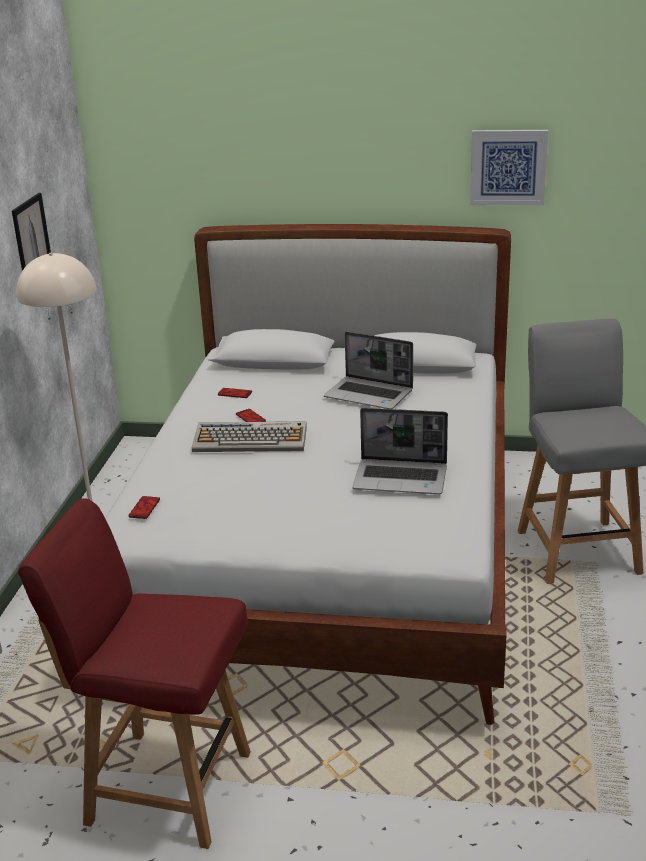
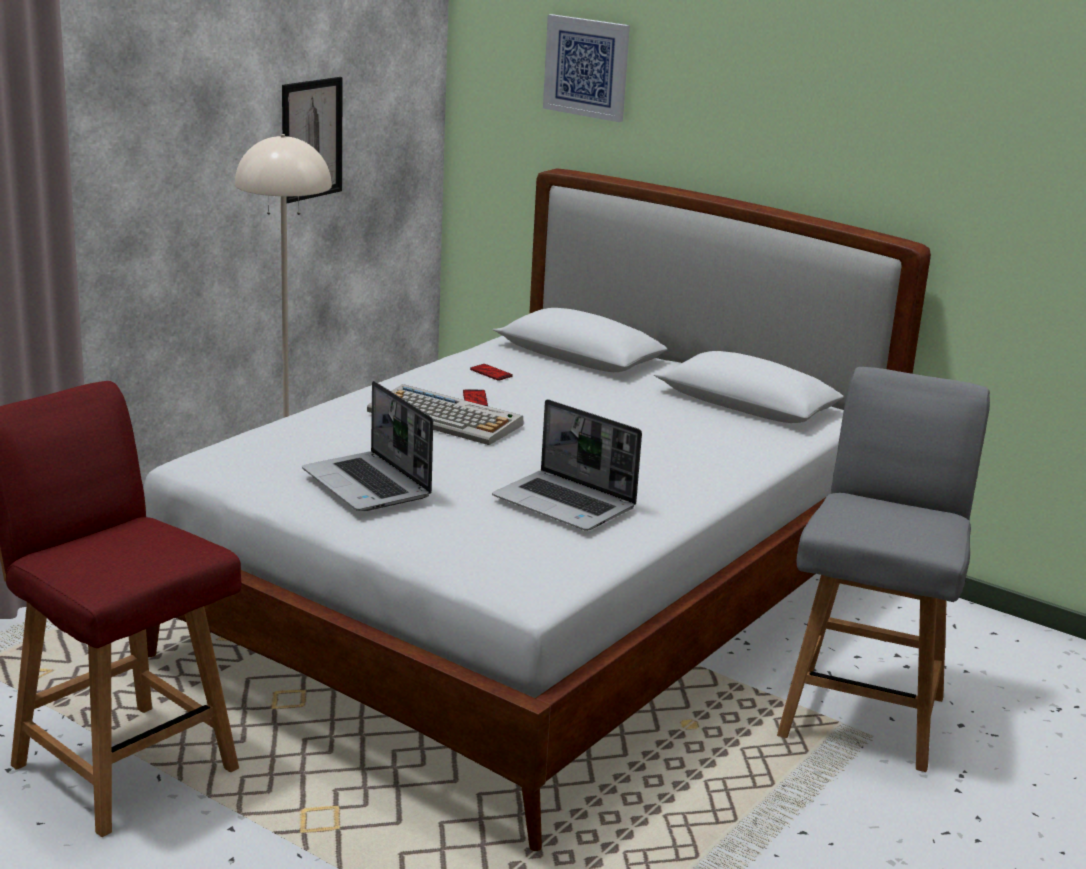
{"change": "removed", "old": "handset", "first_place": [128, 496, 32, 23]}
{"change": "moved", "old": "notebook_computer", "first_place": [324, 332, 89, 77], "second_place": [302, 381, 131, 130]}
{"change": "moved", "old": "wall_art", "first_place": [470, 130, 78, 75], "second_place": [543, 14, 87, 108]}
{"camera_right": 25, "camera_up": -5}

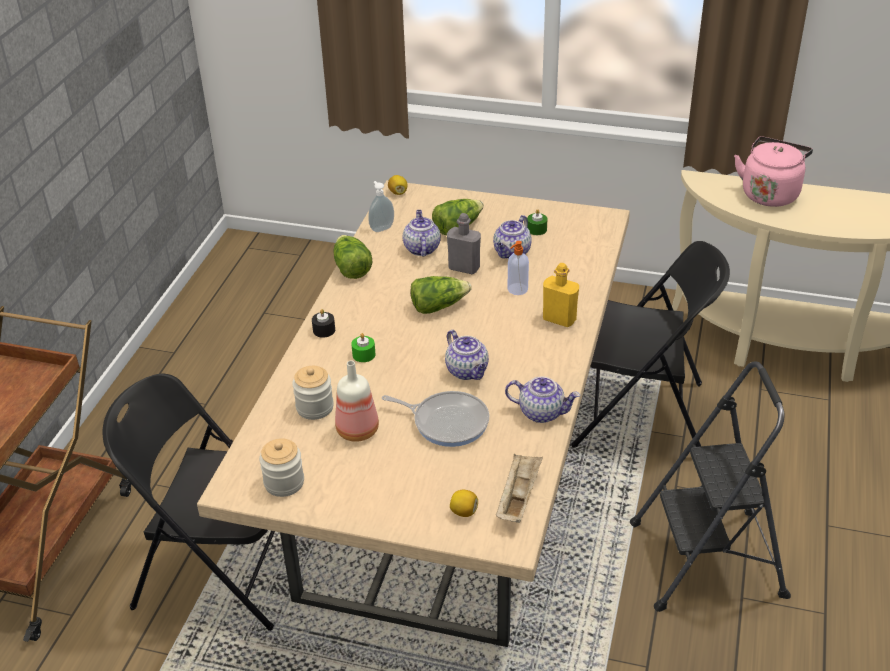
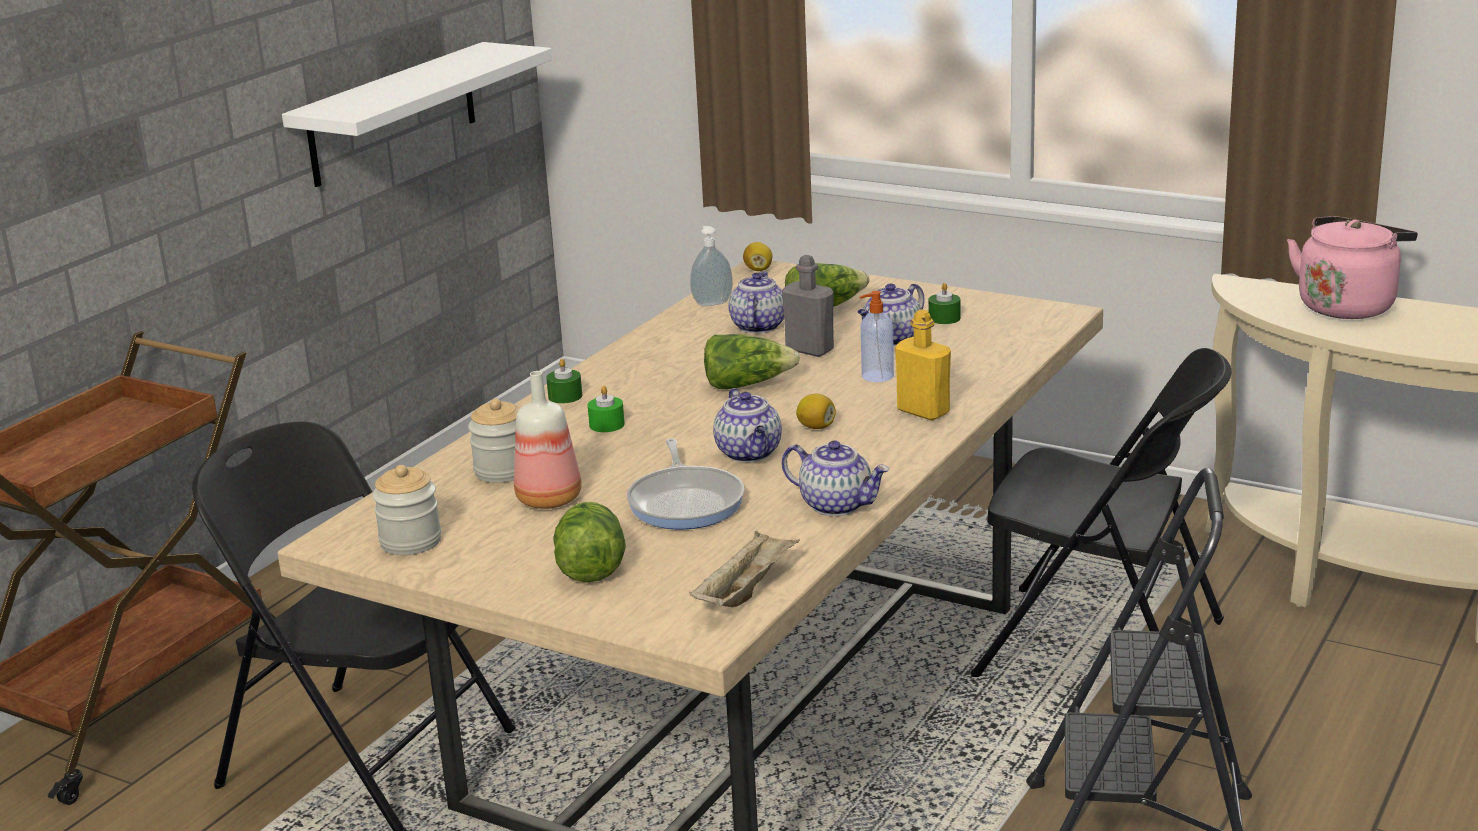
{"change": "recoloured", "old": "black-coloured_wax_light", "new": "green_wax_light", "first_place": [312, 309, 23, 29], "second_place": [546, 359, 36, 45]}
{"change": "moved", "old": "head_of_lettuce", "first_place": [333, 235, 39, 44], "second_place": [553, 501, 73, 81]}
{"change": "turned", "old": "pan", "first_place": [382, 391, 107, 56], "second_place": [627, 439, 117, 91], "degrees": 45}
{"change": "moved", "old": "citrus_fruit", "first_place": [450, 490, 28, 27], "second_place": [796, 394, 40, 35]}
{"change": "added", "new": "white_bracket_shelf", "second_place": [282, 42, 270, 145]}
{"camera_right": 15, "camera_up": -15}

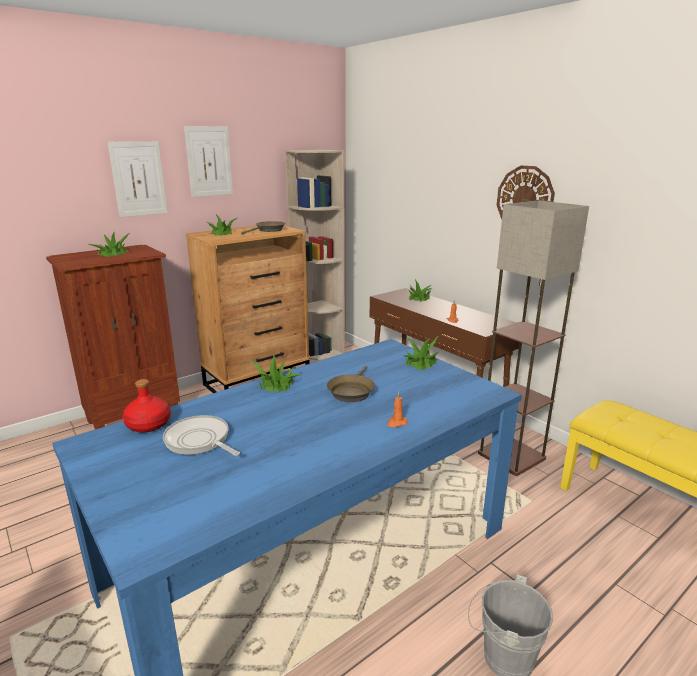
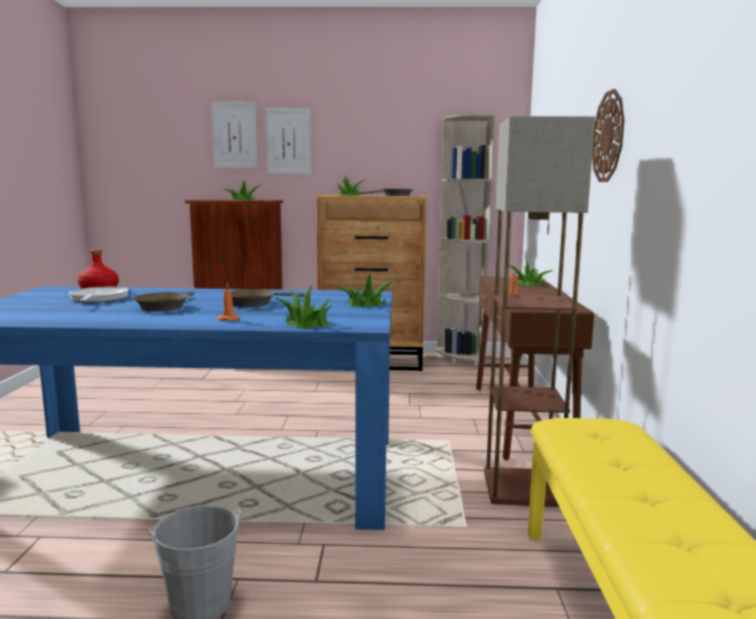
{"change": "moved", "old": "wall_art", "first_place": [184, 126, 49, 71], "second_place": [211, 102, 46, 66]}
{"change": "moved", "old": "houseplant", "first_place": [249, 355, 53, 37], "second_place": [273, 284, 59, 45]}
{"change": "added", "new": "brownish_pan", "second_place": [133, 292, 61, 20]}
{"camera_right": 40, "camera_up": -10}

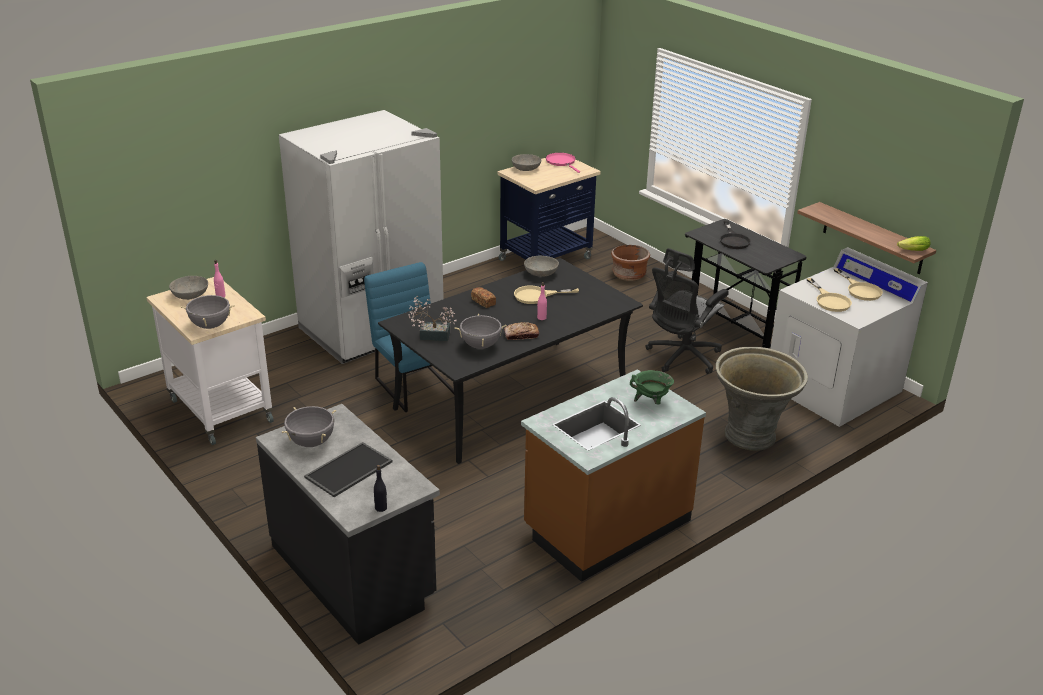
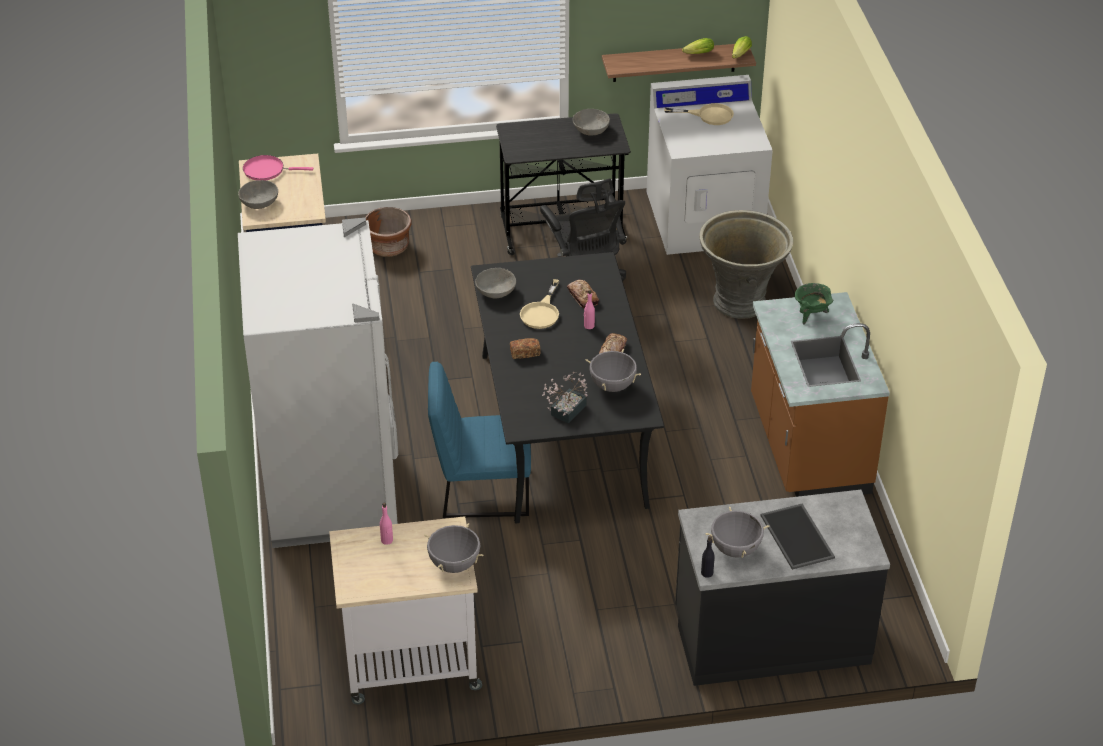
{"change": "moved", "old": "greyish_bowl", "first_place": [169, 276, 39, 24], "second_place": [573, 109, 37, 27]}
{"change": "moved", "old": "black-coloured_beverage_bottle", "first_place": [374, 465, 13, 47], "second_place": [701, 535, 14, 43]}
{"change": "removed", "old": "black-coloured_pan", "first_place": [720, 221, 31, 28]}
{"change": "removed", "old": "beige-coloured_pan", "first_place": [807, 278, 45, 34]}
{"change": "added", "new": "bakery_bread", "second_place": [567, 280, 32, 28]}
{"change": "added", "new": "head_of_lettuce", "second_place": [682, 38, 32, 16]}
{"camera_right": -60, "camera_up": 10}

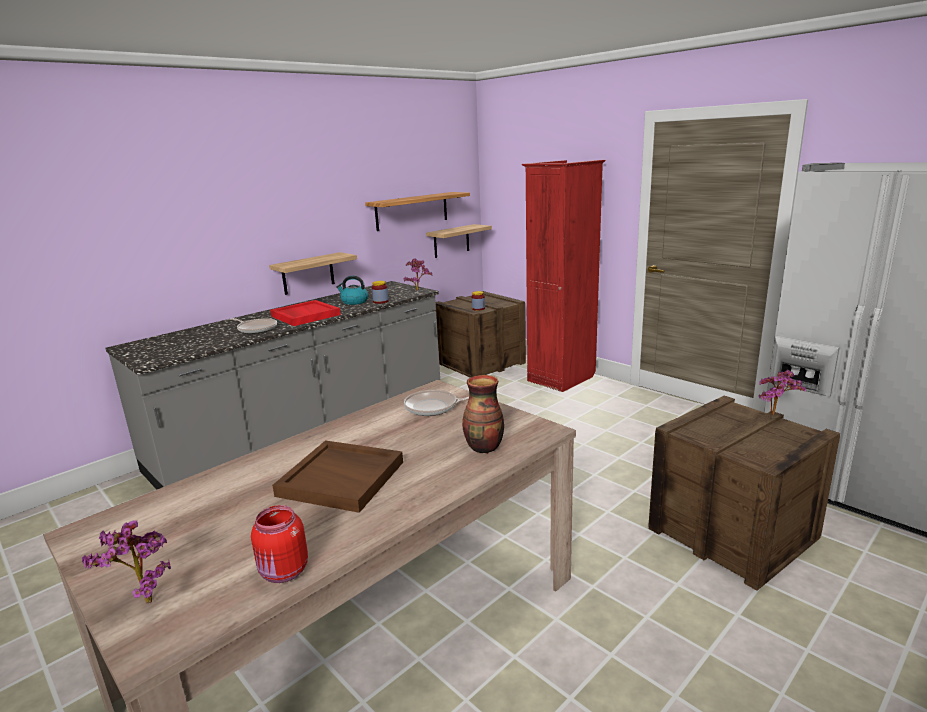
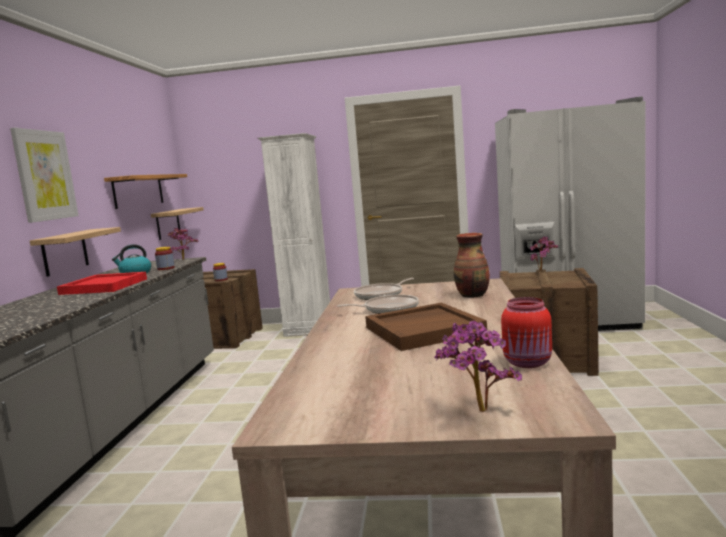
{"change": "moved", "old": "pan", "first_place": [231, 318, 46, 16], "second_place": [337, 294, 82, 20]}
{"change": "recoloured", "old": "red_storage_cabinet", "new": "white_storage_cabinet", "first_place": [522, 160, 83, 232], "second_place": [257, 133, 73, 204]}
{"change": "added", "new": "wall_art", "second_place": [10, 128, 69, 95]}
{"camera_right": -40, "camera_up": -10}

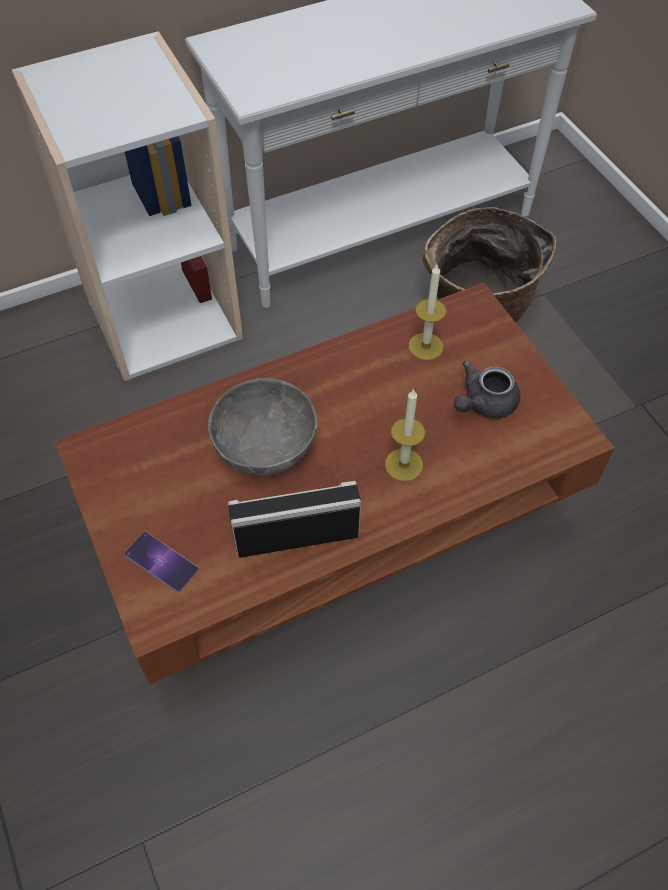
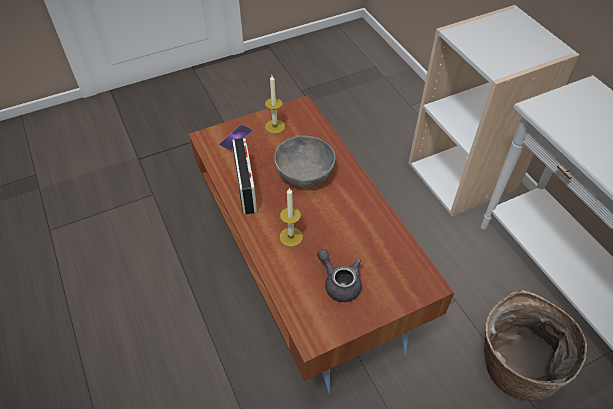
{"change": "moved", "old": "wax_light", "first_place": [408, 265, 39, 95], "second_place": [265, 75, 20, 59]}
{"camera_right": 90, "camera_up": -5}

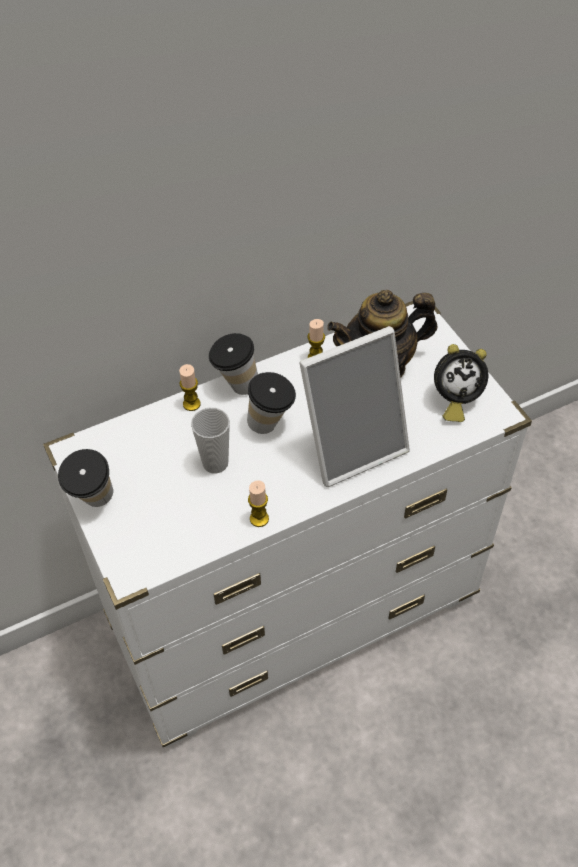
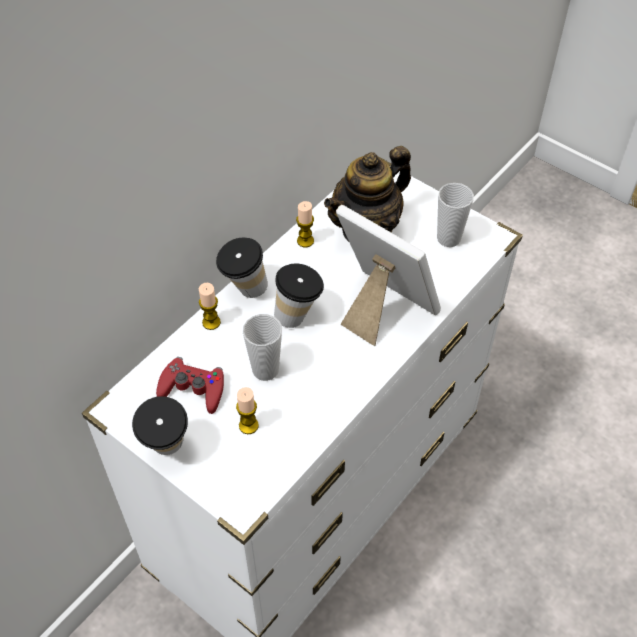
{"change": "moved", "old": "wax_light", "first_place": [248, 480, 21, 47], "second_place": [236, 387, 23, 47]}
{"change": "turned", "old": "standing_frame", "first_place": [299, 326, 111, 161], "second_place": [336, 205, 105, 141], "degrees": -90}
{"change": "replaced", "old": "table_clock", "new": "drinking_cup", "first_place": [434, 344, 54, 78], "second_place": [437, 183, 37, 64]}
{"change": "added", "new": "red_game_controller", "second_place": [156, 357, 68, 57]}
{"camera_right": -25, "camera_up": 0}

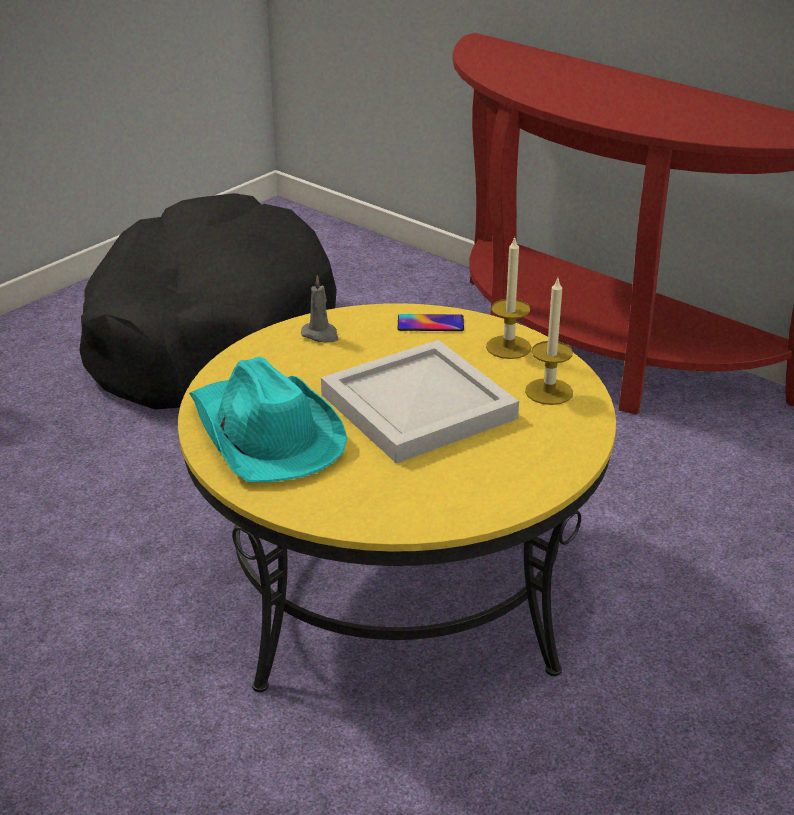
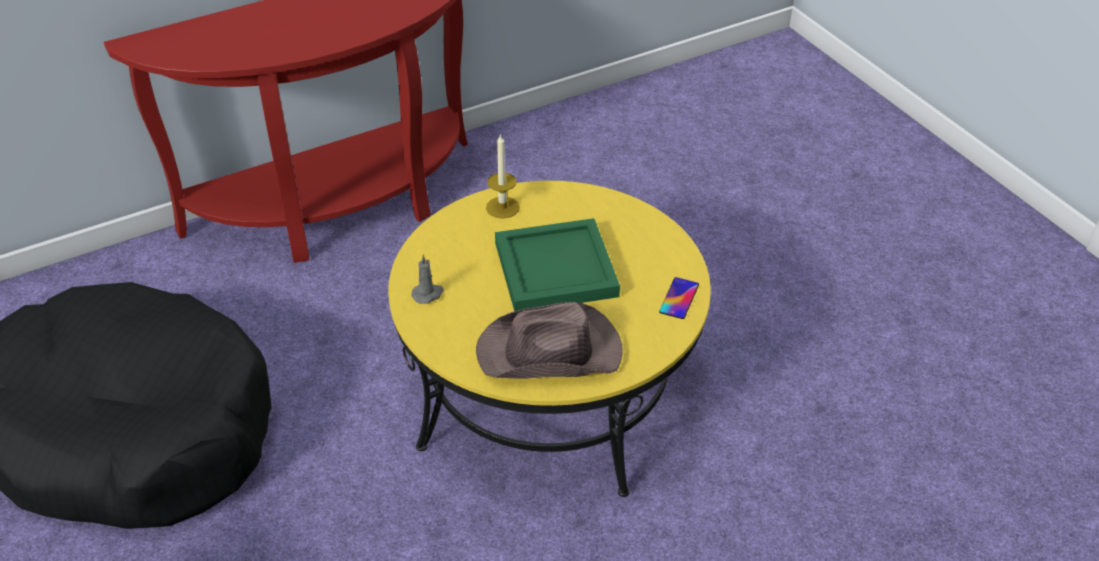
{"change": "recoloured", "old": "turquoise_hat", "new": "brownish_hat", "first_place": [189, 356, 159, 126], "second_place": [476, 302, 147, 77]}
{"change": "recoloured", "old": "white_carrying_tray", "new": "green_carrying_tray", "first_place": [321, 340, 198, 124], "second_place": [495, 218, 125, 94]}
{"change": "moved", "old": "handset", "first_place": [398, 314, 66, 17], "second_place": [659, 277, 40, 42]}
{"change": "removed", "old": "wax_light", "first_place": [525, 278, 48, 127]}
{"camera_right": -70, "camera_up": 10}

